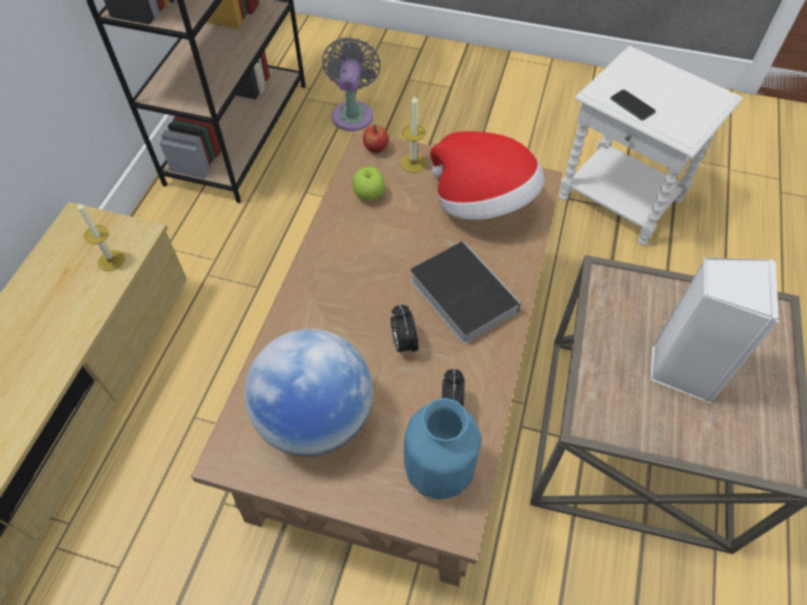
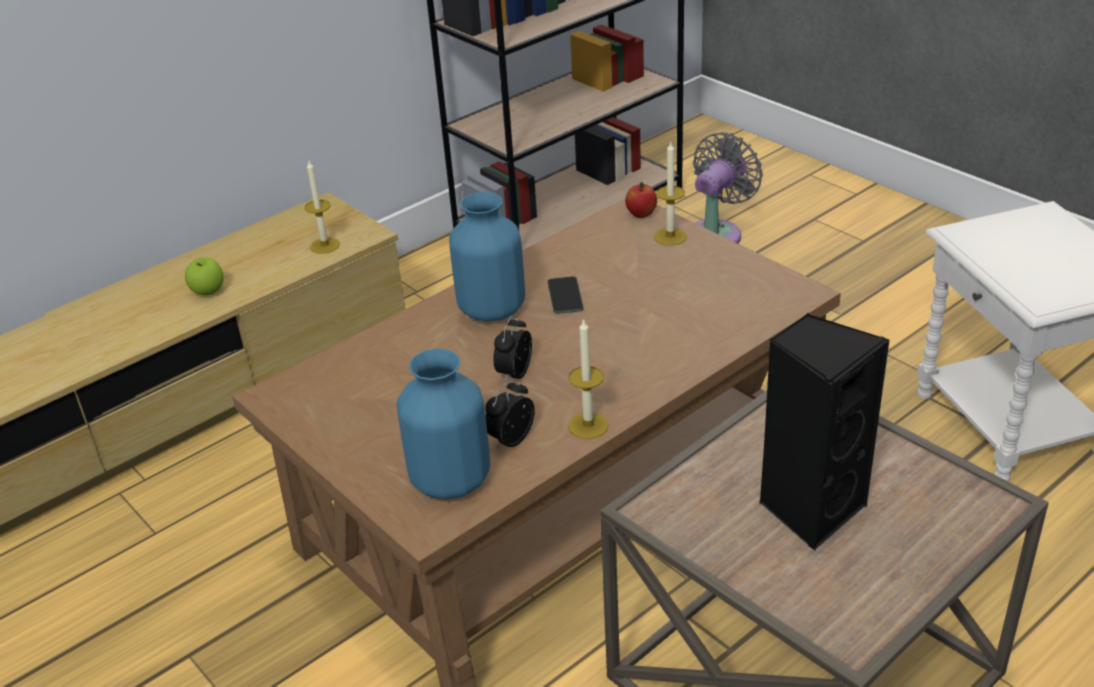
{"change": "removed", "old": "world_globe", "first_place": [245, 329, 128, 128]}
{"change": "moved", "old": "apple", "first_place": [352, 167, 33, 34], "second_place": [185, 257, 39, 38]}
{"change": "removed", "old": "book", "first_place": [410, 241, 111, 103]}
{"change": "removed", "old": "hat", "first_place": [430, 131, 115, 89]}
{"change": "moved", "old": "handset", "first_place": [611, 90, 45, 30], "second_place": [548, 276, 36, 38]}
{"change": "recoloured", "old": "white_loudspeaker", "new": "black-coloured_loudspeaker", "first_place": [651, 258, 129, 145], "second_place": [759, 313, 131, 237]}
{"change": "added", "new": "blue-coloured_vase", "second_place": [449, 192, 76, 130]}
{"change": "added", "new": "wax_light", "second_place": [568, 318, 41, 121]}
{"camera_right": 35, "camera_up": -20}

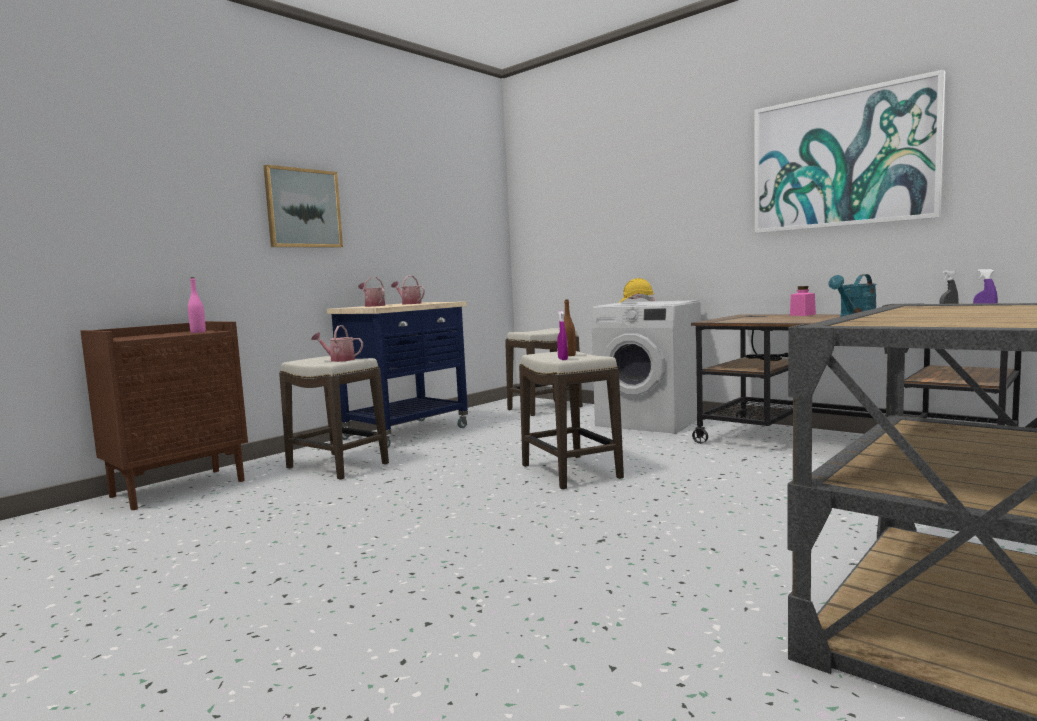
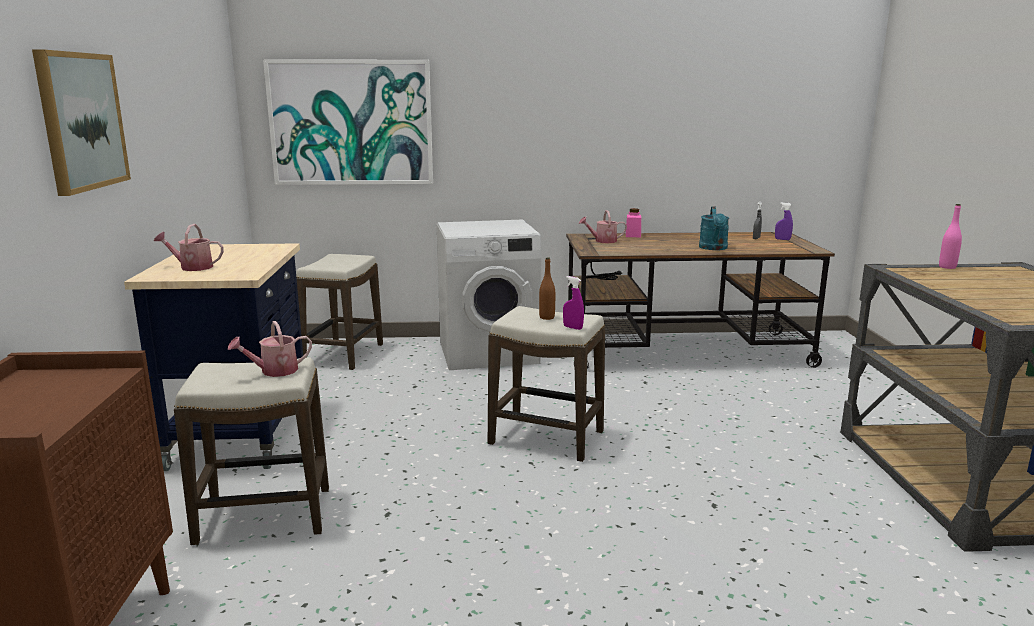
{"change": "moved", "old": "pink_beverage_bottle", "first_place": [188, 277, 18, 56], "second_place": [939, 204, 23, 65]}
{"change": "moved", "old": "watering_pot", "first_place": [391, 275, 34, 29], "second_place": [579, 210, 48, 33]}
{"change": "removed", "old": "yellow_work_helmet", "first_place": [619, 278, 36, 25]}
{"change": "moved", "old": "wall_art", "first_place": [754, 69, 191, 164], "second_place": [263, 59, 170, 126]}
{"camera_right": -45, "camera_up": 10}

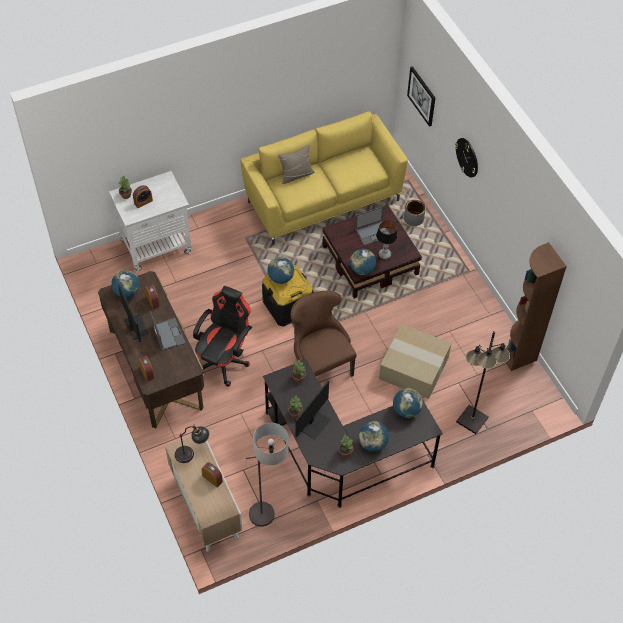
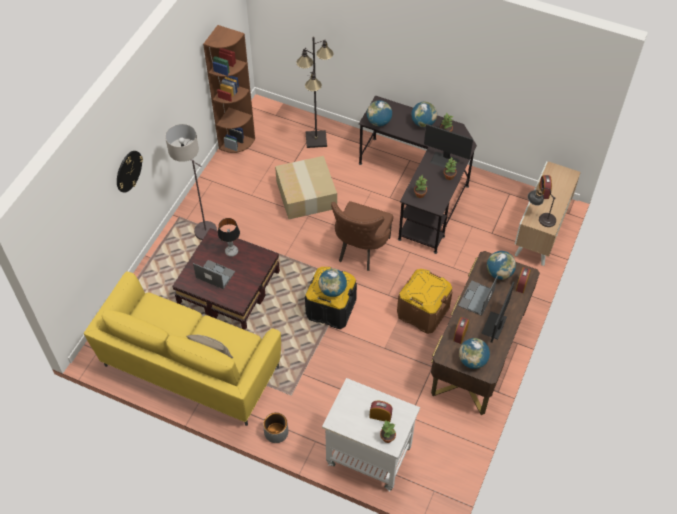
{"change": "replaced", "old": "black-coloured_computer_chair", "new": "brownish_storage_container", "first_place": [193, 286, 59, 101], "second_place": [397, 269, 55, 65]}
{"change": "moved", "old": "greyish_standard_lamp", "first_place": [246, 423, 43, 104], "second_place": [165, 124, 52, 116]}
{"change": "turned", "old": "computer_screen", "first_place": [296, 381, 35, 59], "second_place": [424, 124, 49, 44], "degrees": -150}
{"change": "moved", "old": "world_globe", "first_place": [350, 249, 26, 26], "second_place": [487, 251, 29, 29]}
{"change": "moved", "old": "greyish_plant_pot", "first_place": [404, 200, 21, 26], "second_place": [263, 412, 25, 31]}
{"change": "removed", "old": "wall_art", "first_place": [407, 66, 28, 61]}
{"camera_right": -130, "camera_up": 0}

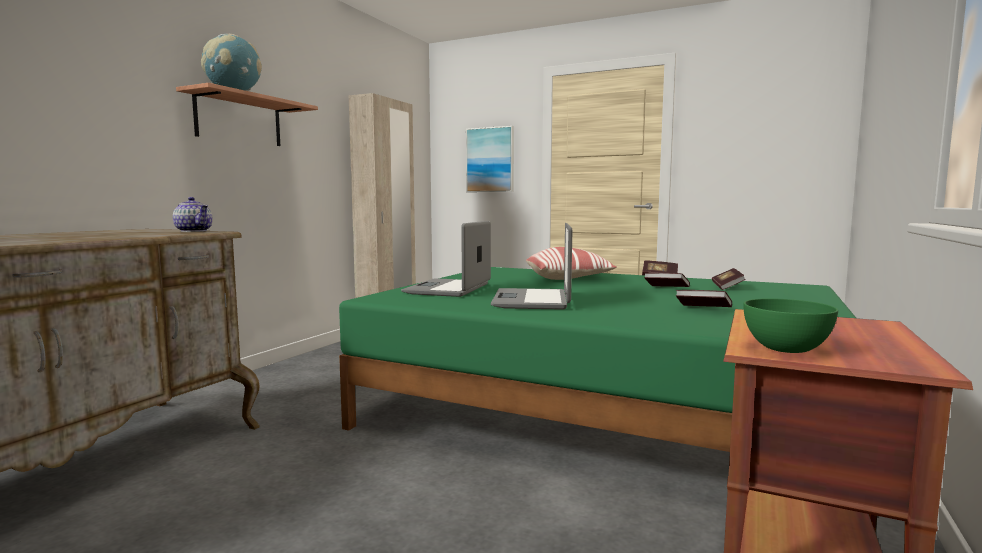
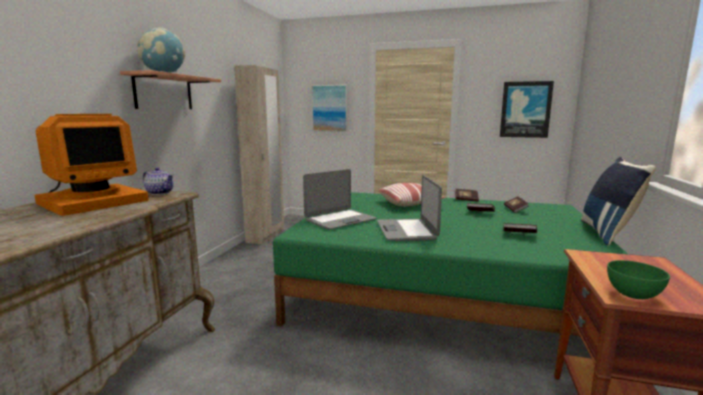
{"change": "turned", "old": "notebook_computer", "first_place": [401, 221, 90, 76], "second_place": [303, 169, 74, 60], "degrees": -135}
{"change": "added", "new": "computer_screen", "second_place": [34, 114, 115, 102]}
{"change": "added", "new": "wall_art", "second_place": [500, 81, 54, 57]}
{"change": "added", "new": "blue-coloured_throw_pillow", "second_place": [581, 157, 75, 89]}
{"camera_right": -10, "camera_up": 5}

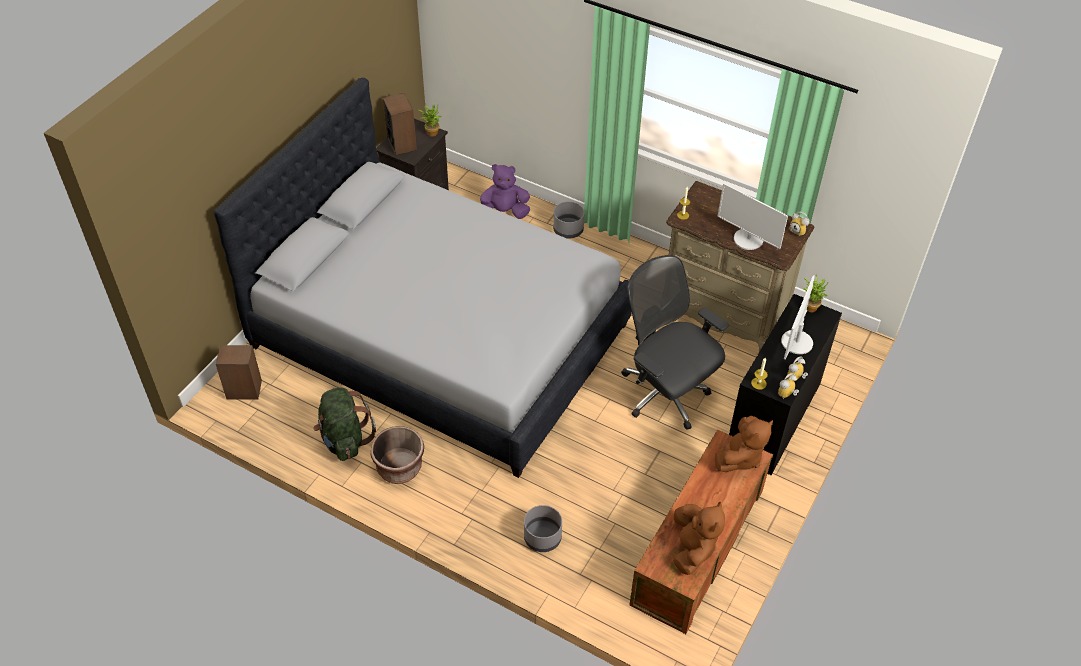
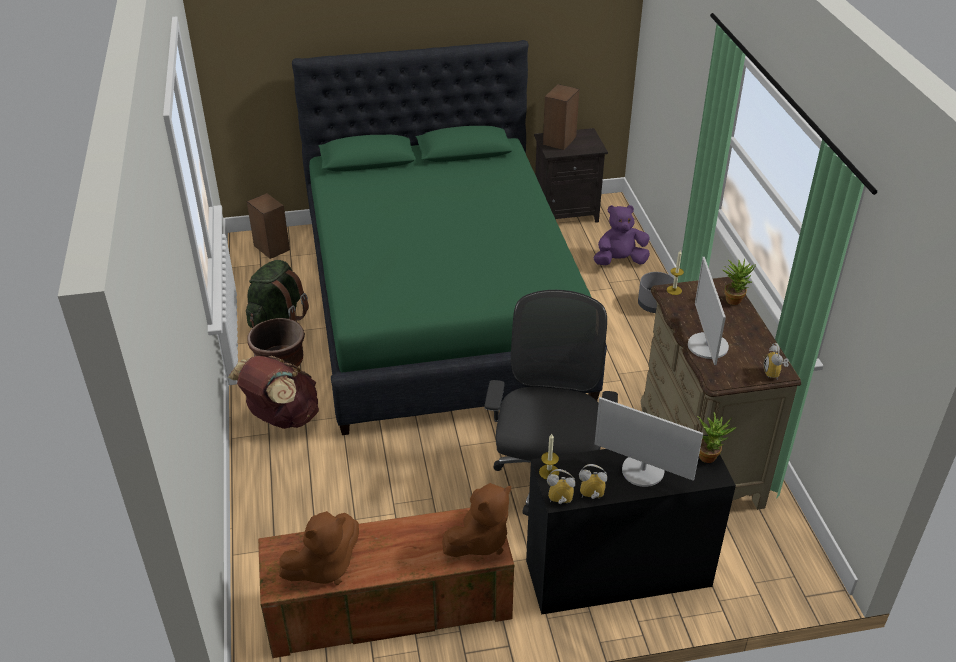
{"change": "recoloured", "old": "greyish_sleeping_bed", "new": "green_sleeping_bed", "first_place": [214, 78, 417, 400], "second_place": [292, 40, 315, 395]}
{"change": "moved", "old": "houseplant", "first_place": [418, 105, 24, 31], "second_place": [722, 259, 34, 46]}
{"change": "turned", "old": "purple-coloured_plush_toy", "first_place": [480, 164, 50, 55], "second_place": [594, 205, 56, 61], "degrees": -60}
{"change": "removed", "old": "greyish_plant_pot", "first_place": [524, 505, 38, 47]}
{"change": "turned", "old": "brownish_plush_toy", "first_place": [715, 416, 58, 56], "second_place": [442, 483, 69, 74], "degrees": -45}
{"change": "turned", "old": "computer_screen", "first_place": [781, 275, 34, 84], "second_place": [594, 397, 109, 90], "degrees": -135}
{"change": "added", "new": "brownish_rucksack", "second_place": [228, 356, 91, 73]}
{"camera_right": 50, "camera_up": -10}

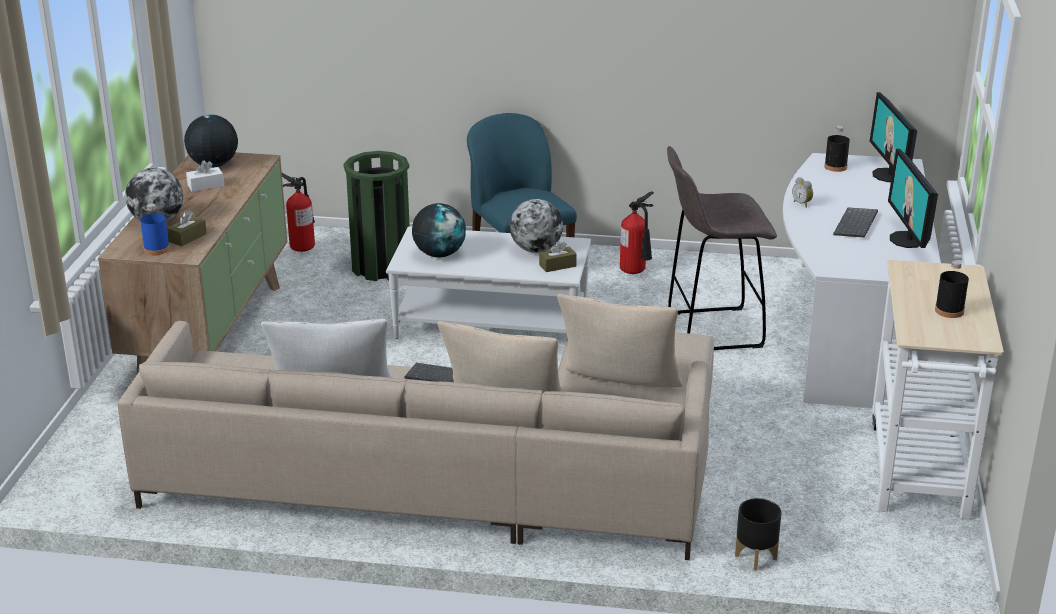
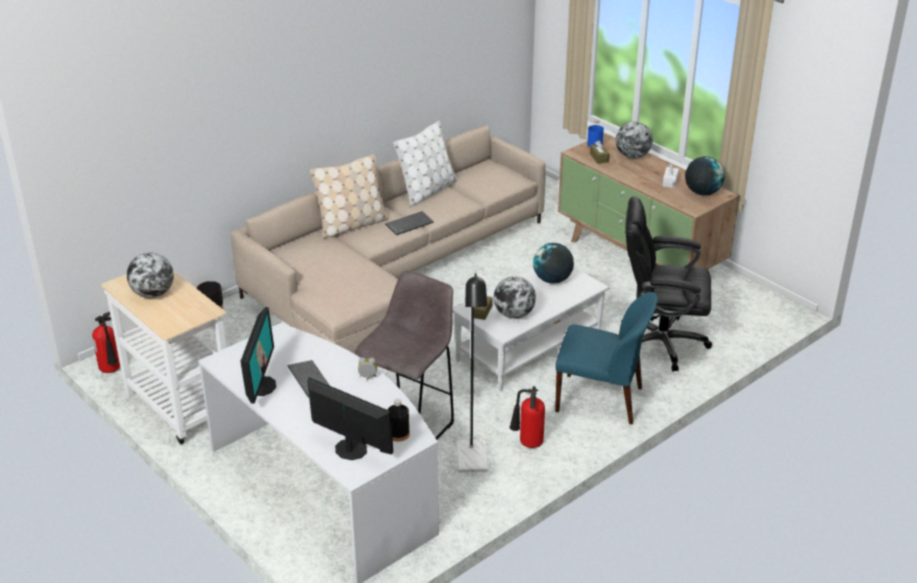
{"change": "moved", "old": "fire_extinguisher", "first_place": [282, 173, 33, 79], "second_place": [92, 312, 29, 61]}
{"change": "replaced", "old": "green_waste_bin", "new": "black-coloured_computer_chair", "first_place": [344, 151, 66, 130], "second_place": [621, 197, 91, 175]}
{"change": "removed", "old": "beige-coloured_throw_pillow", "first_place": [557, 294, 126, 93]}
{"change": "turned", "old": "computer_screen", "first_place": [888, 149, 50, 99], "second_place": [240, 307, 36, 97], "degrees": 60}
{"change": "replaced", "old": "black-coloured_beverage_bottle", "new": "world_globe", "first_place": [935, 260, 34, 58], "second_place": [127, 252, 47, 46]}
{"change": "added", "new": "black-coloured_standard_lamp", "second_place": [457, 273, 31, 200]}
{"camera_right": 130, "camera_up": 5}

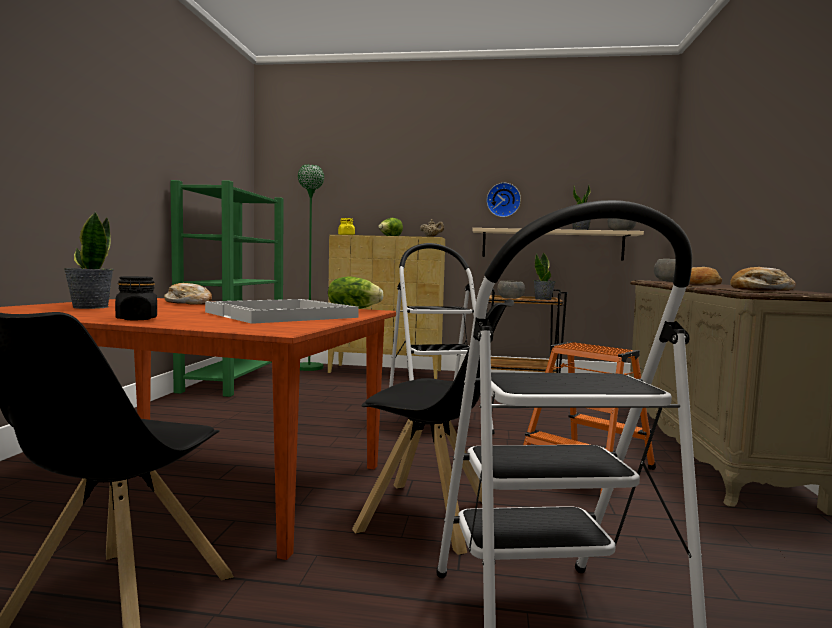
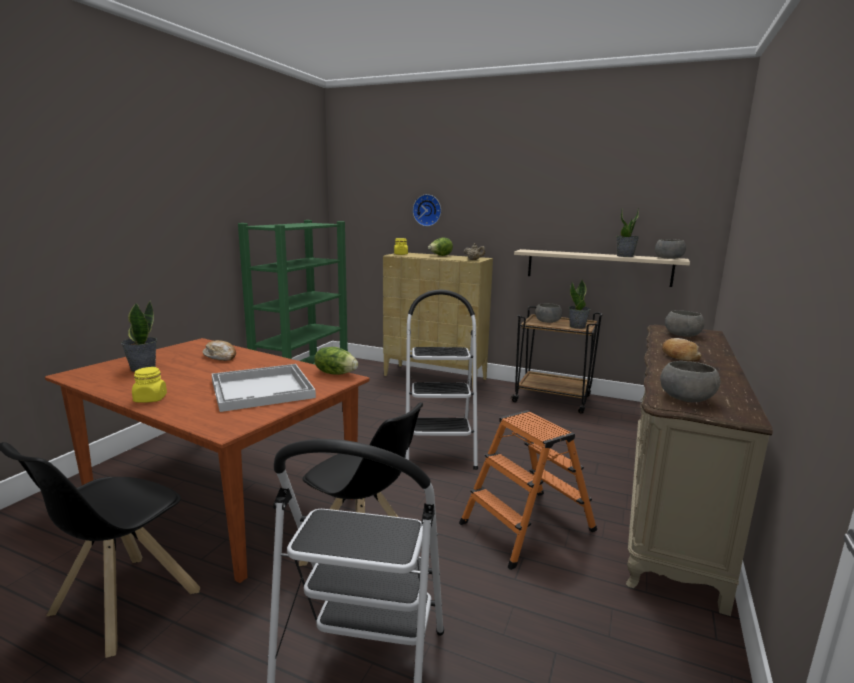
{"change": "recoloured", "old": "black-coloured_preserve_jar", "new": "yellow_preserve_jar", "first_place": [115, 276, 42, 44], "second_place": [132, 367, 35, 36]}
{"change": "removed", "old": "green_standard_lamp", "first_place": [298, 164, 26, 207]}
{"change": "moved", "old": "clock_on_the_wall", "first_place": [486, 183, 35, 34], "second_place": [413, 194, 28, 32]}
{"change": "replaced", "old": "bakery_bread", "new": "greyish_bowl", "first_place": [730, 267, 66, 24], "second_place": [660, 361, 61, 41]}
{"camera_right": 15, "camera_up": 10}

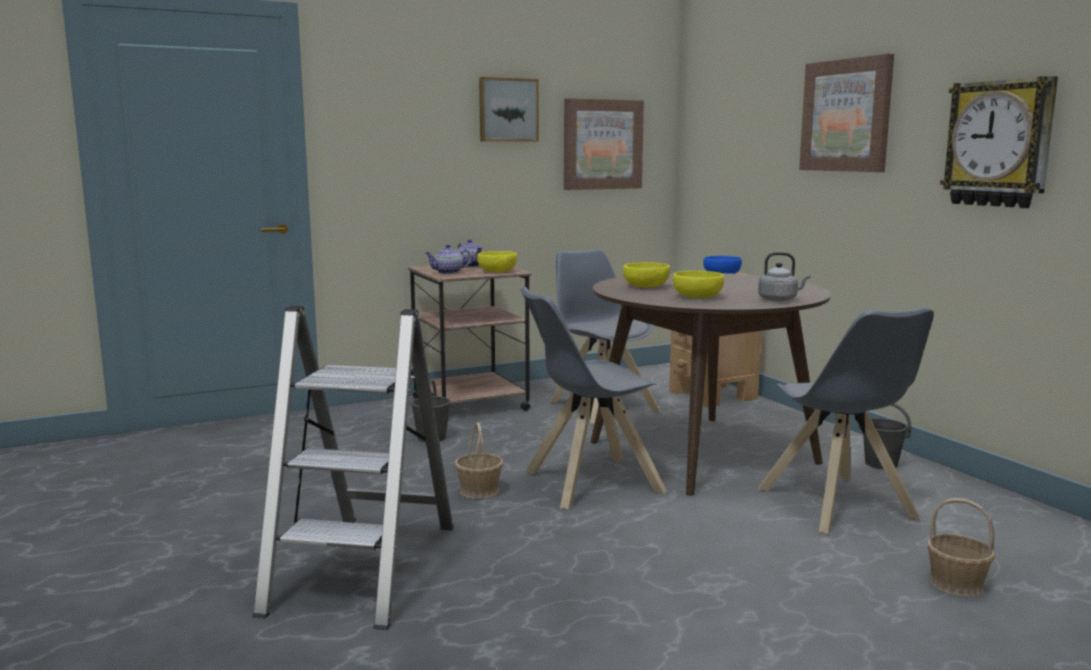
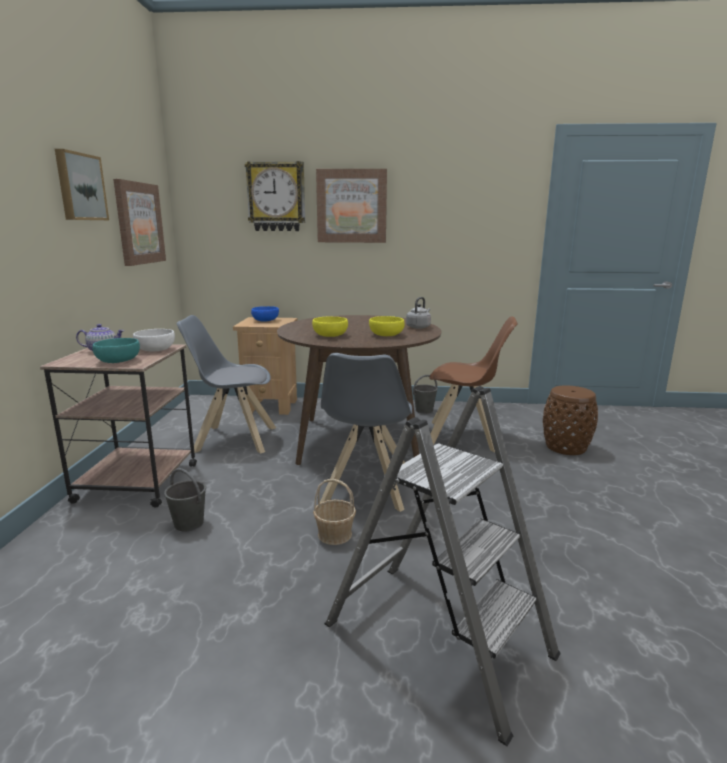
{"change": "replaced", "old": "teapot", "new": "turquoise_bowl", "first_place": [425, 244, 46, 30], "second_place": [92, 338, 48, 25]}
{"change": "recoloured", "old": "yellow_bowl", "new": "white_bowl", "first_place": [477, 251, 40, 21], "second_place": [133, 329, 42, 22]}
{"change": "recoloured", "old": "greyish_chair", "new": "brownish_chair", "first_place": [758, 307, 176, 227], "second_place": [429, 316, 89, 137]}
{"change": "replaced", "old": "household_basket", "new": "brownish_sitting_stool", "first_place": [927, 498, 68, 99], "second_place": [543, 385, 55, 70]}
{"change": "moved", "old": "clock_on_the_wall", "first_place": [940, 76, 118, 132], "second_place": [245, 161, 60, 70]}
{"camera_right": -60, "camera_up": 5}

